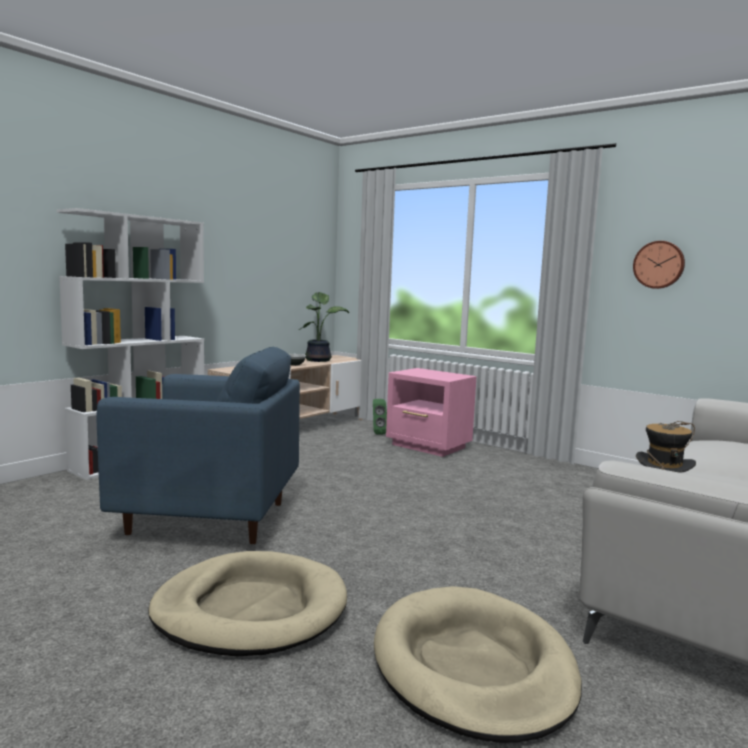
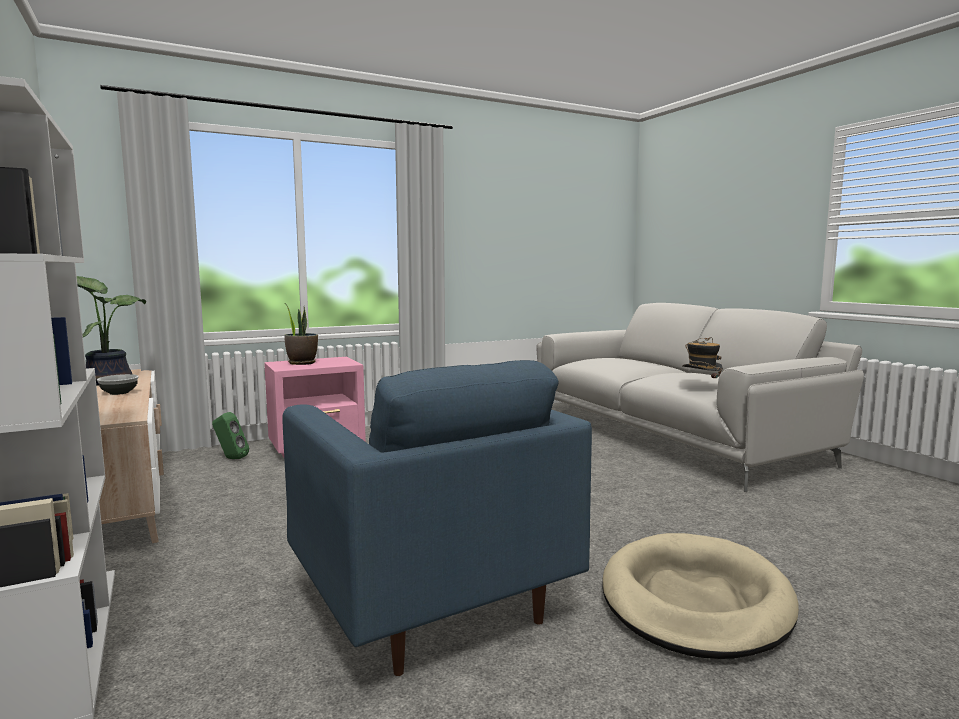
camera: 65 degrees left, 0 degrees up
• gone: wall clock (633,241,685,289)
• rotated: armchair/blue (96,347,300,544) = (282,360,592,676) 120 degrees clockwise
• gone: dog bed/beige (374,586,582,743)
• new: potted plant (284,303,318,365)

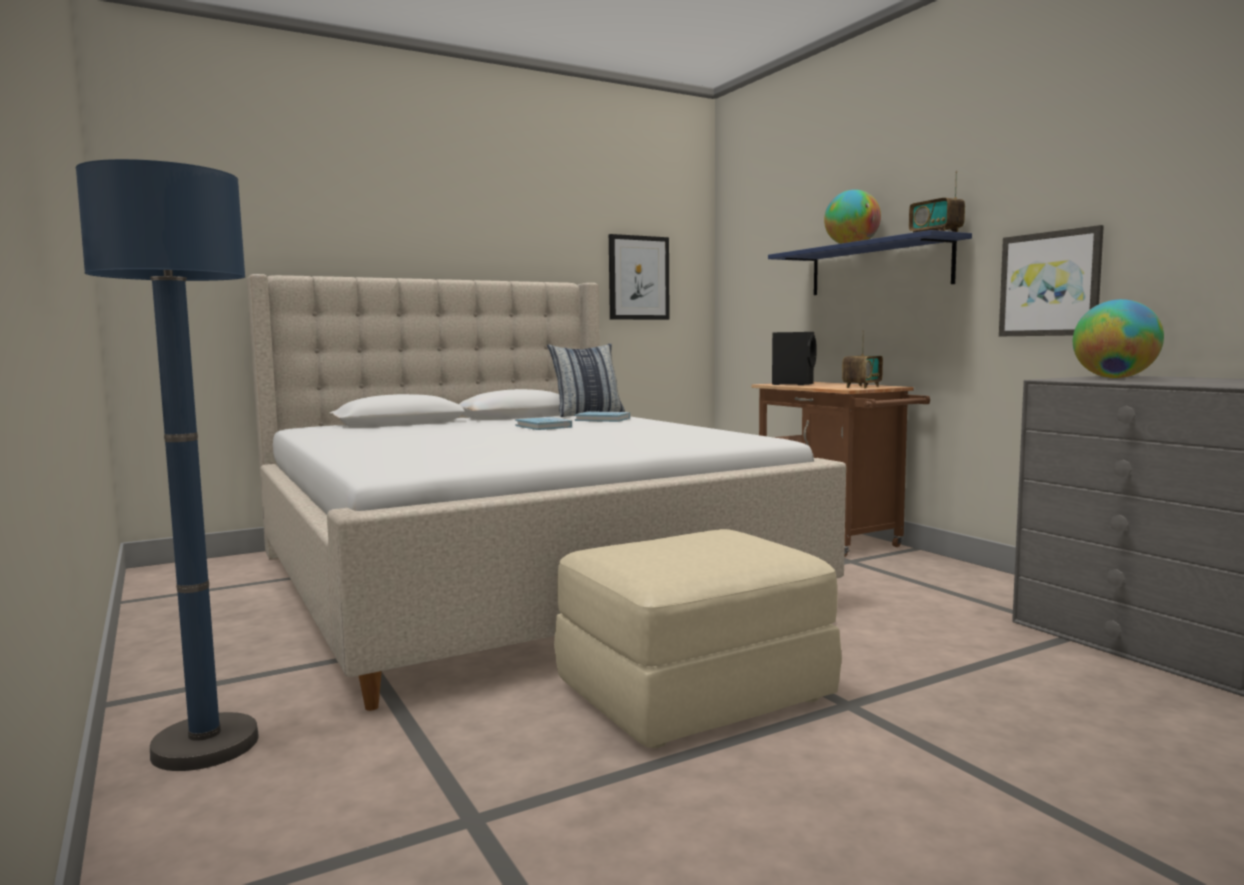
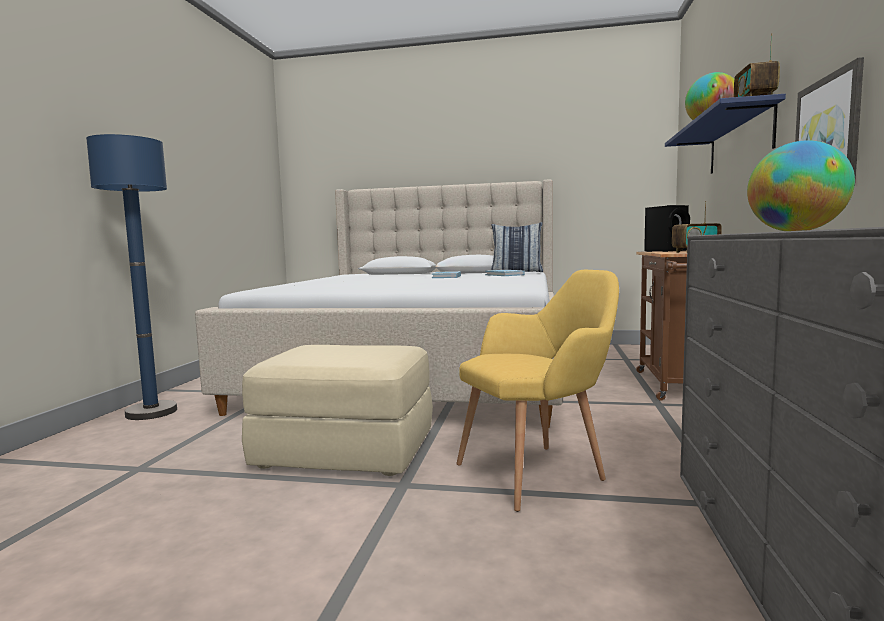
camera: 40 degrees right, 0 degrees up
• gone: picture (609,234,670,320)
• new: armchair/yellow (457,270,619,512)

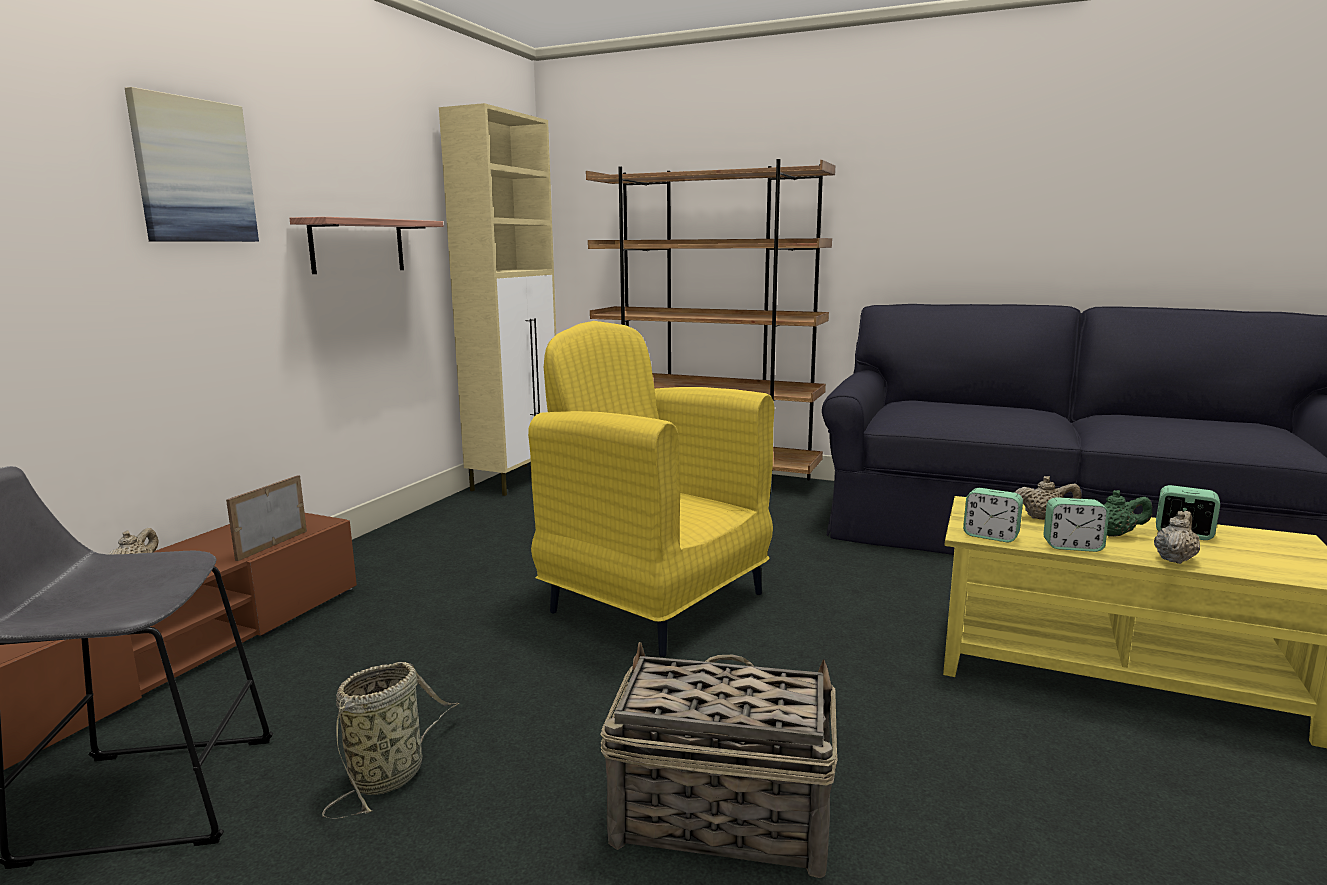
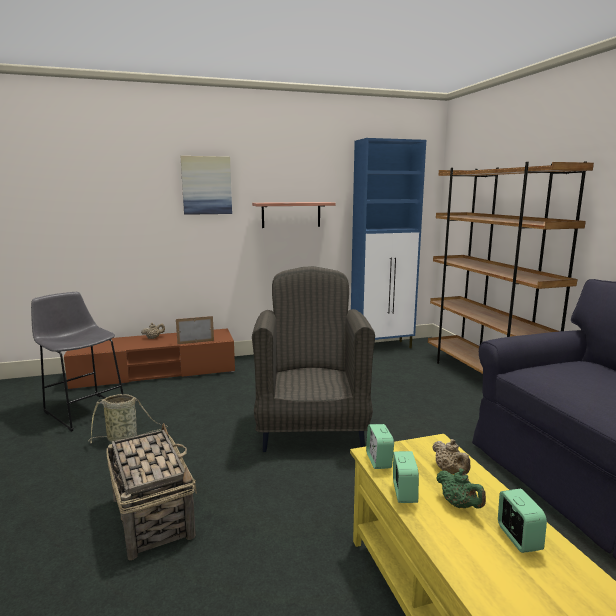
camera: 50 degrees right, 0 degrees up
• repainted: cabinet/beige (439,103,556,496) to cabinet/blue (351,138,426,348)
• repainted: armchair/yellow (528,321,774,657) to armchair/grey (252,266,375,452)
• rotated: alarm clock (1043,497,1109,552) = (393,451,419,503) 150 degrees counterclockwise
• gone: teapot/beige (1154,511,1200,564)

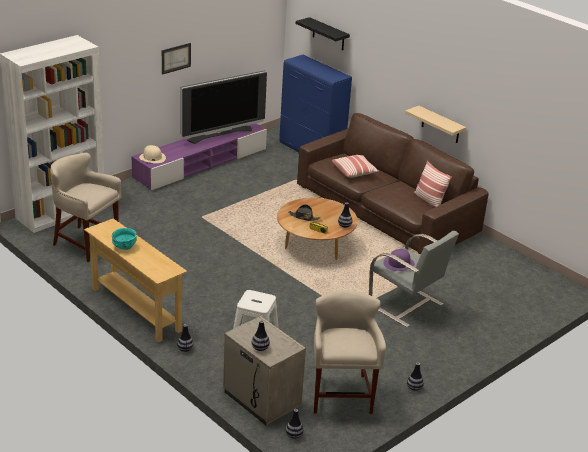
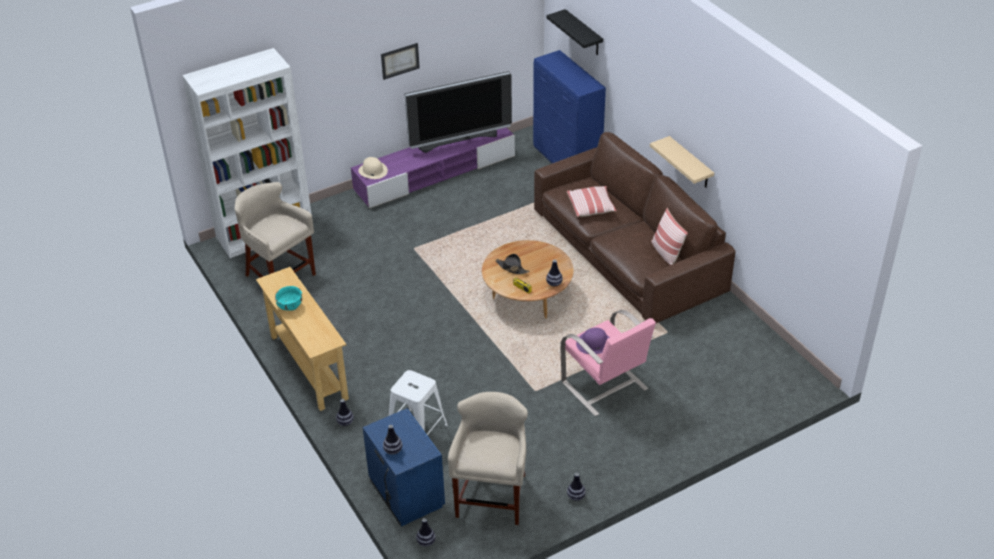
camera: 15 degrees right, 10 degrees up
• repainted: armchair/grey (369,231,459,327) to armchair/pink (561,310,656,416)
• repainted: nightstand/beige (223,316,306,426) to nightstand/blue (363,408,445,526)

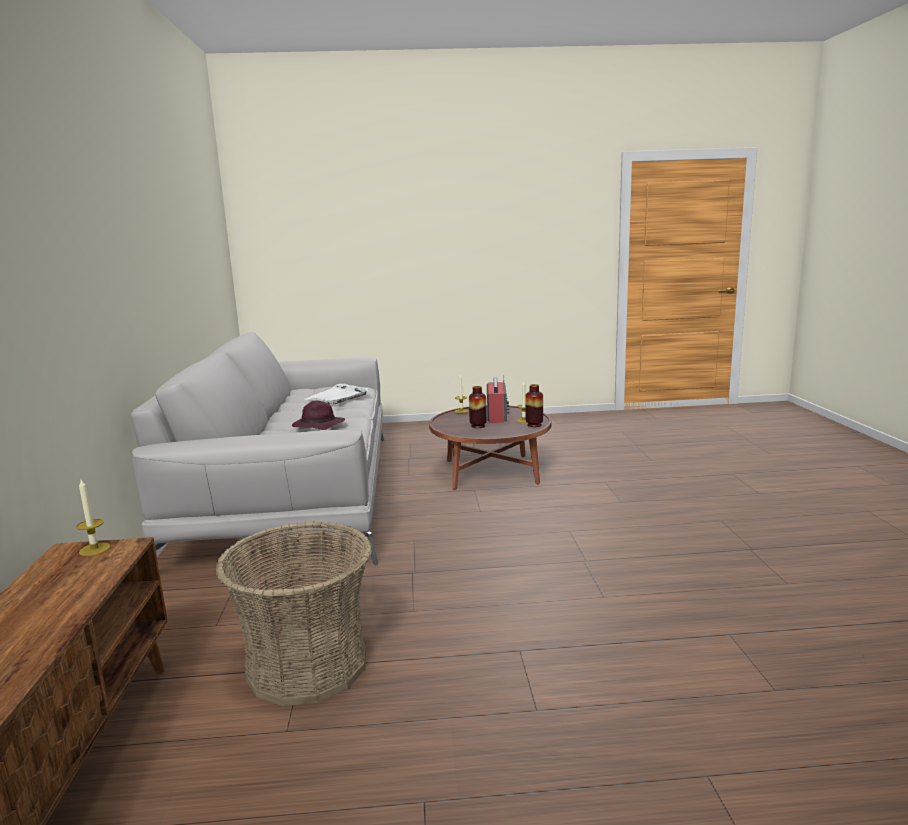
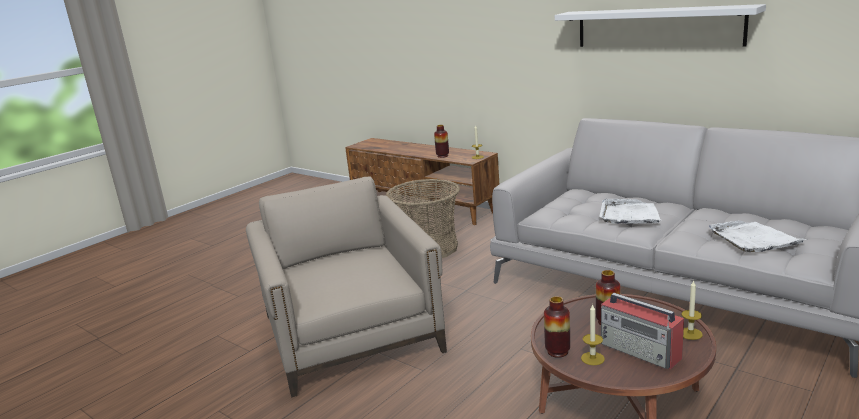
camera: 135 degrees right, 5 degrees up
• swapped: hat/purple (292,401,345,430) to tray/white (599,199,661,224)
• new: shelf/white (555,4,766,47)
• new: vase (434,125,449,158)
• new: armchair/beige (246,177,447,398)

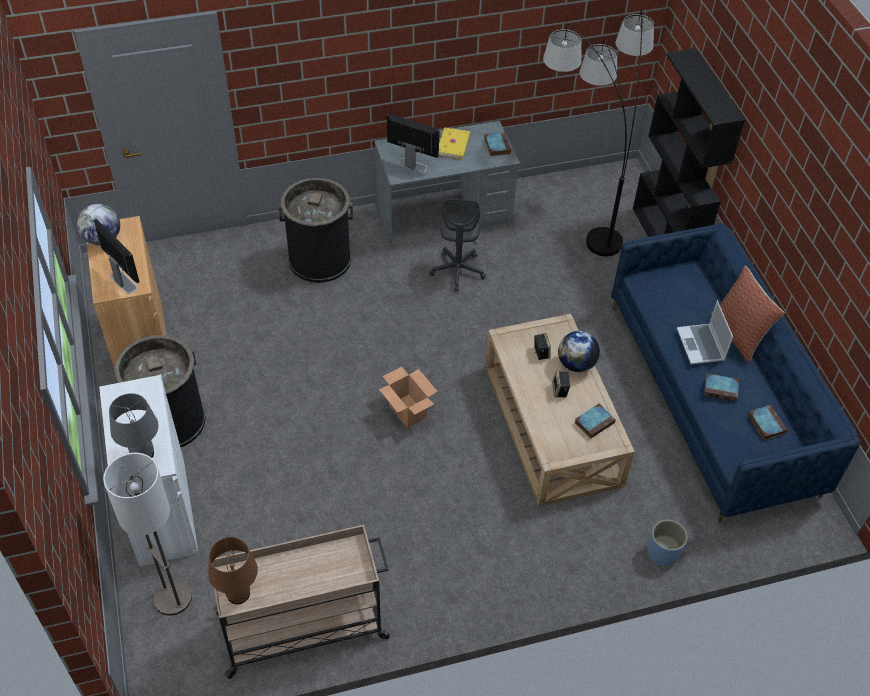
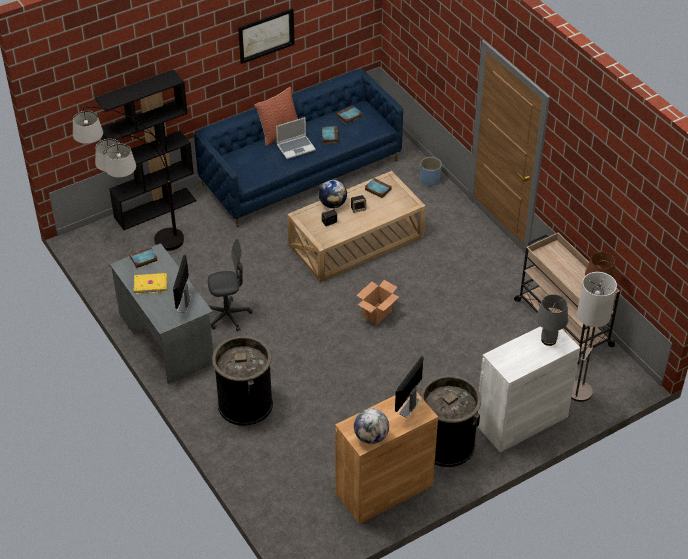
camera: 105 degrees left, 5 degrees down
• new: picture (238,8,295,64)

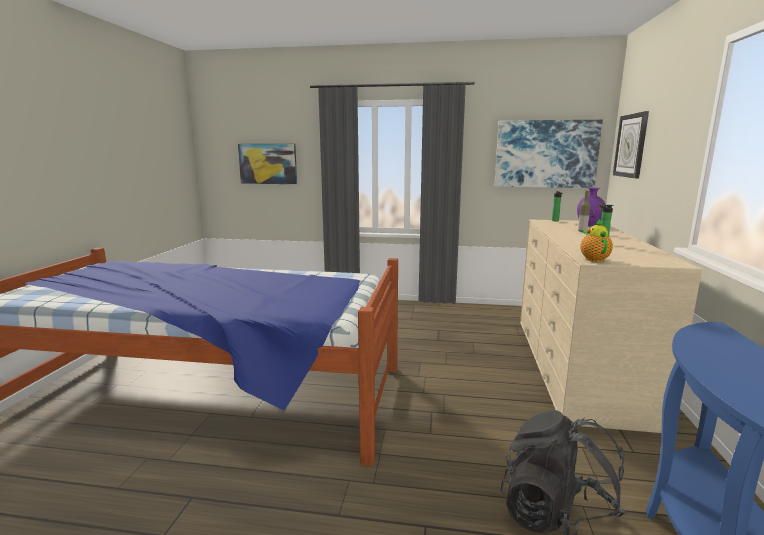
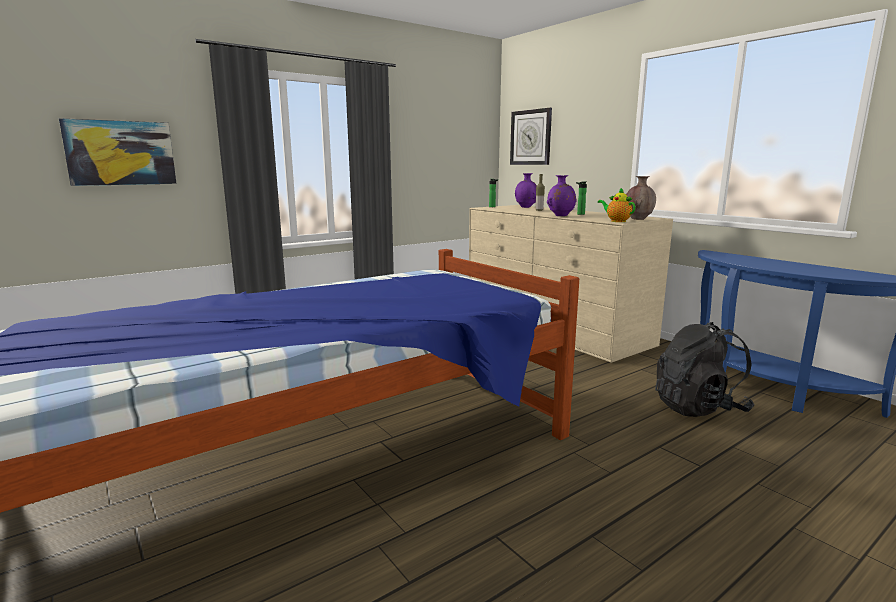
camera: 45 degrees left, 0 degrees up
• gone: picture (495,120,603,188)
• new: vase/purple (547,175,577,216)
• new: vase/brown (626,176,656,220)

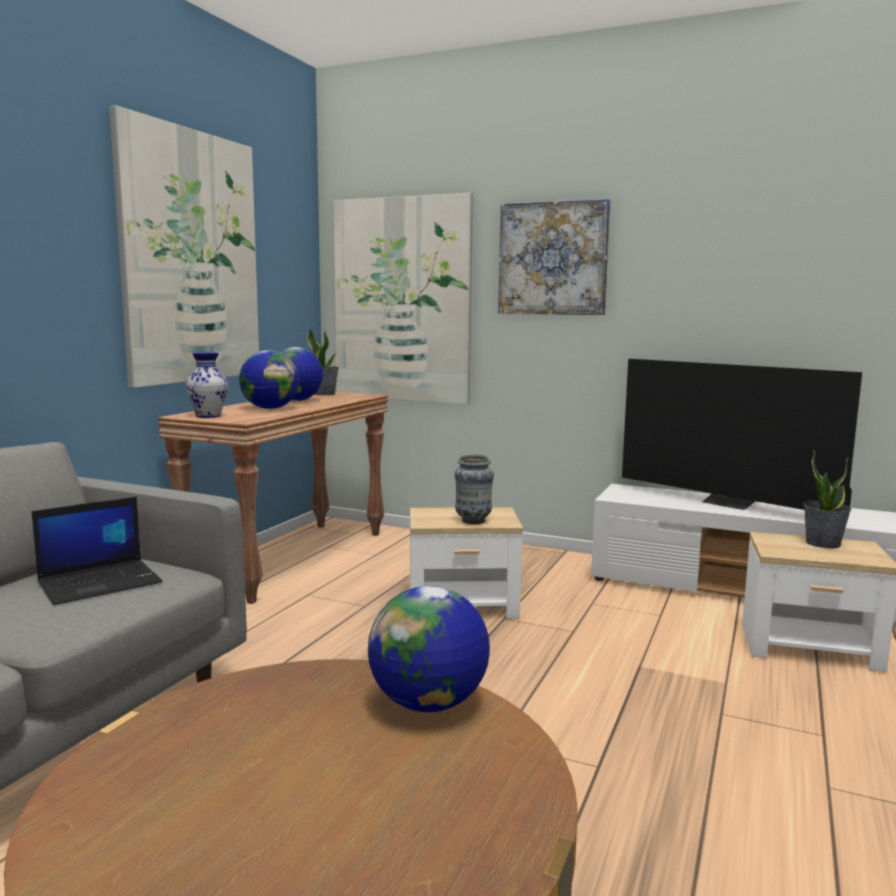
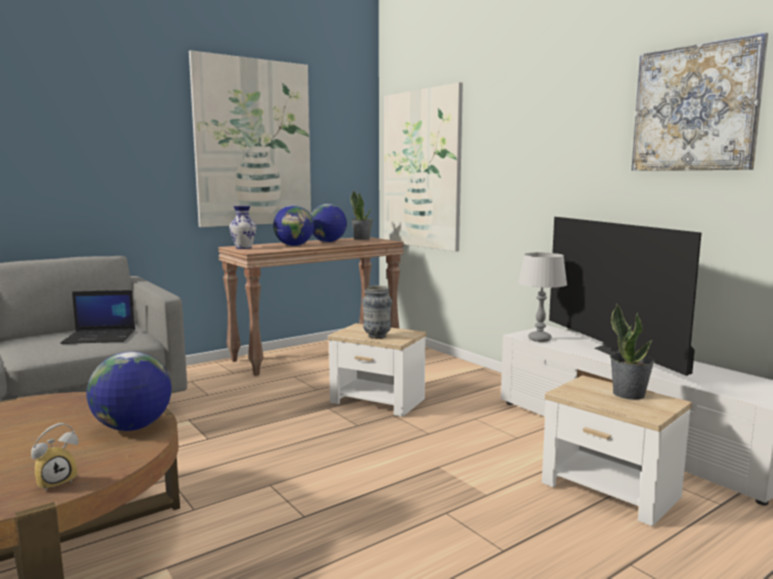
camera: 30 degrees right, 0 degrees up
• shifted: picture (498,198,611,315) to (632,32,768,171)
• new: table lamp/grey (518,252,567,342)
• new: alarm clock (31,423,78,492)

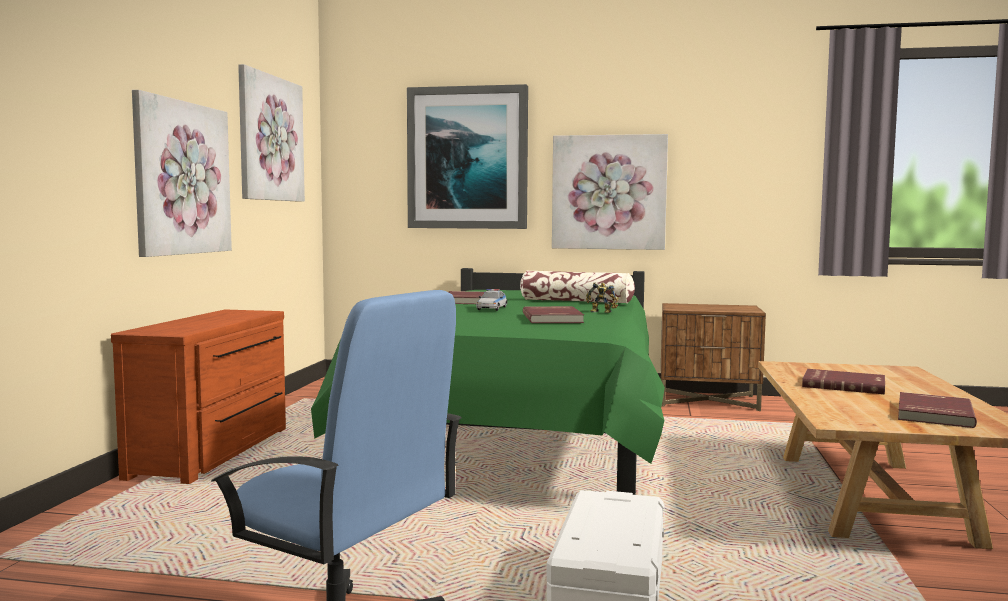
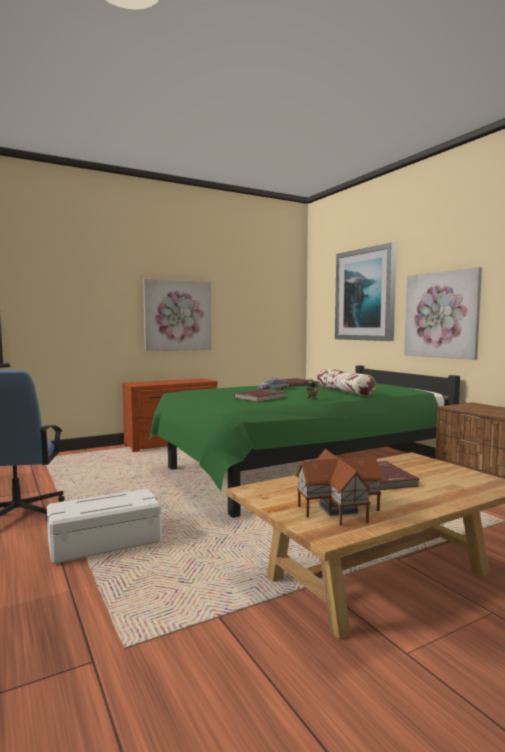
camera: 50 degrees right, 0 degrees up
• gone: picture (238,64,305,202)
• swapped: book/red (898,392,977,428) to toy house (295,449,383,525)

